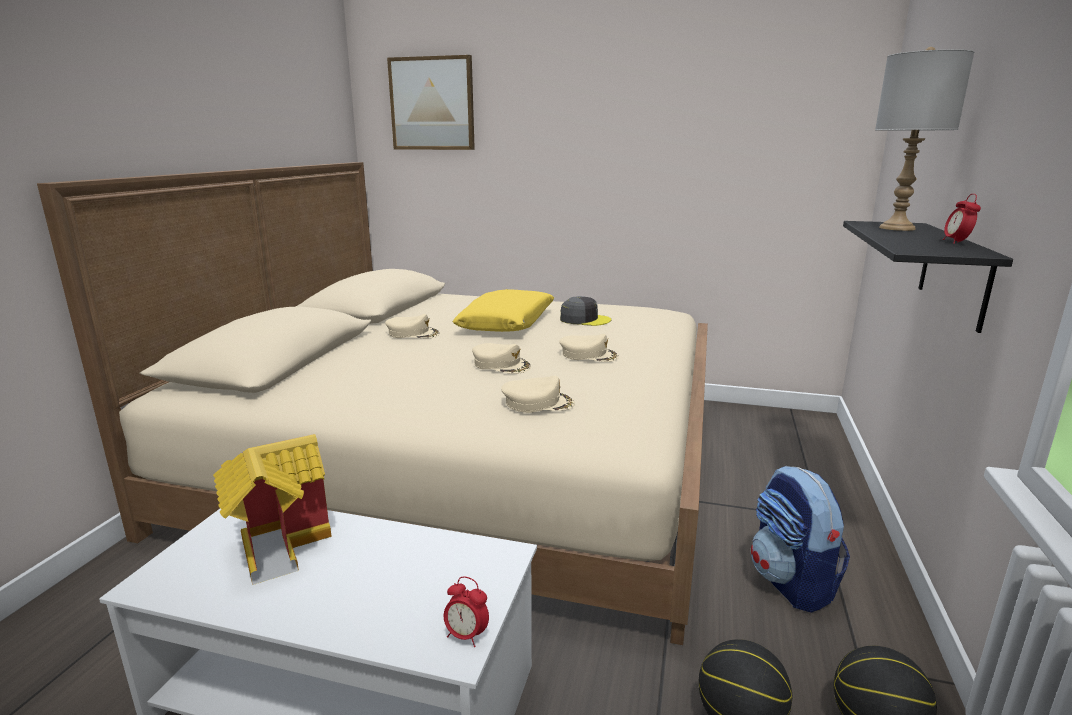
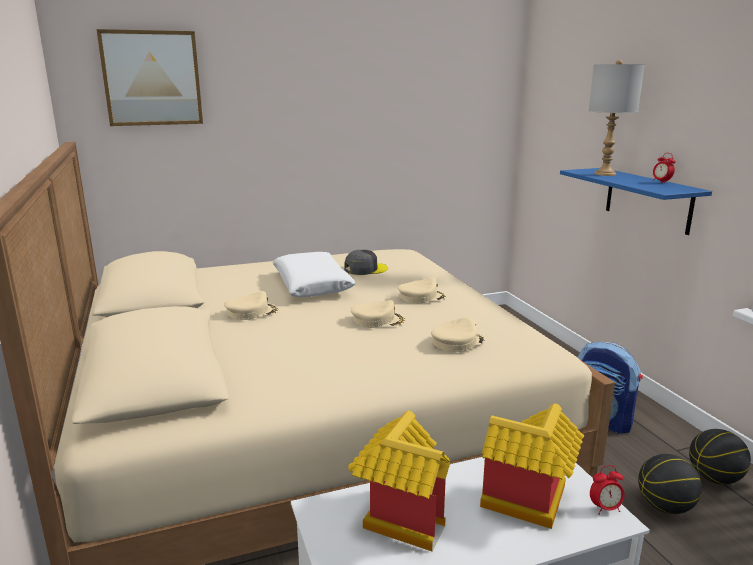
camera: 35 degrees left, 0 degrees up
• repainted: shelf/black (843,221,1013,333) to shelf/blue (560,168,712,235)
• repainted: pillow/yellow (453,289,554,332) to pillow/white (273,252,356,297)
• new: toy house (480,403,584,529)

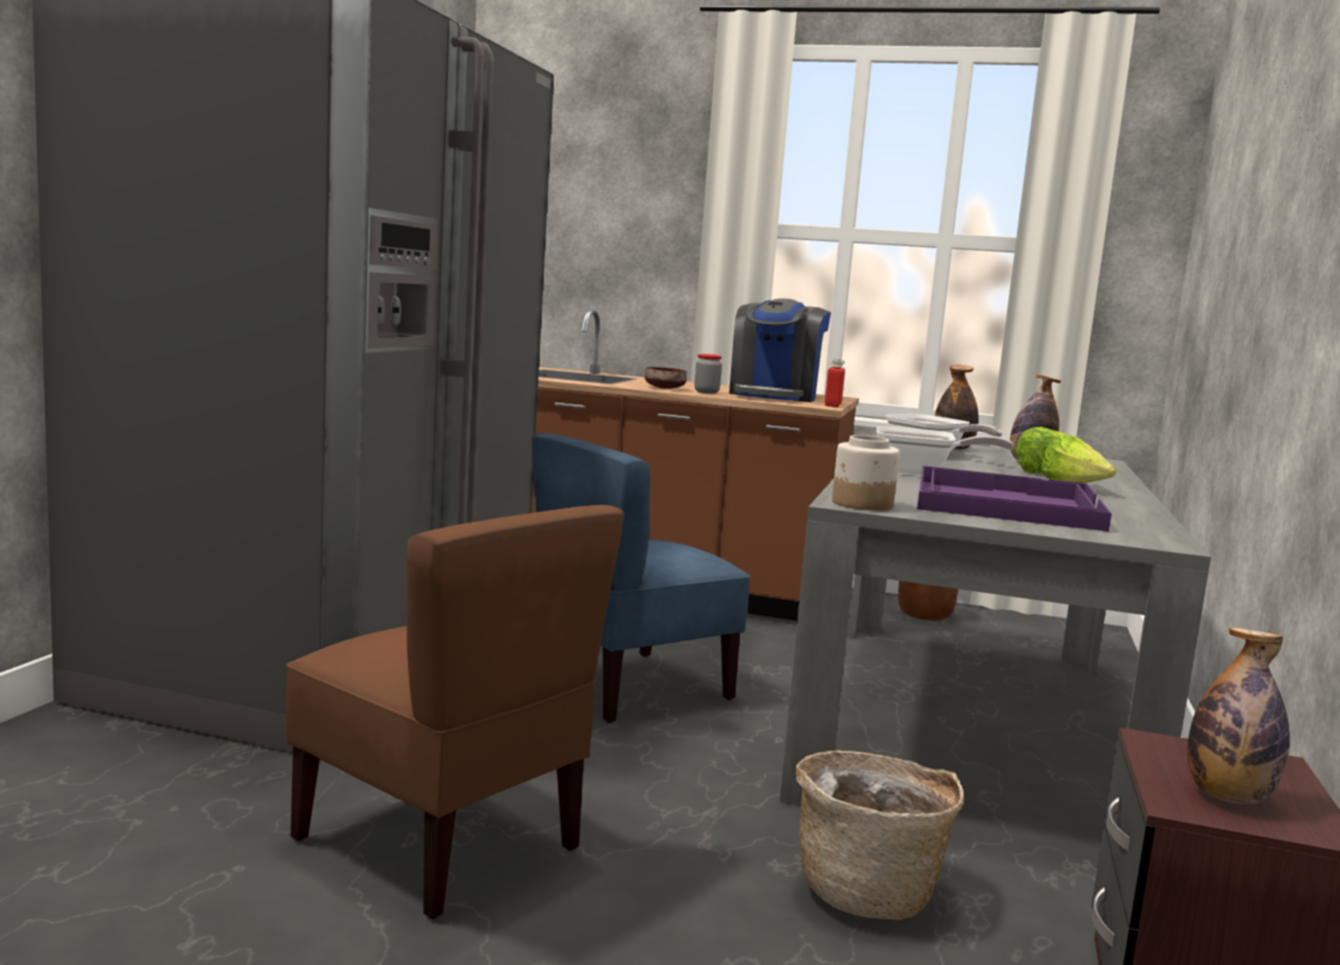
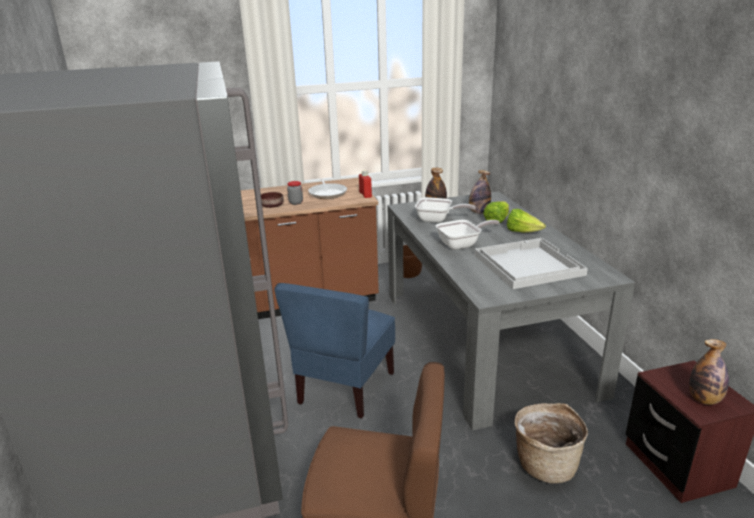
camera: 30 degrees left, 15 degrees up
• swapped: coffee machine (729,299,831,402) to frying pan (308,179,347,199)
• gone: jar (832,435,900,510)
• repainted: tray/purple (917,466,1112,532) to tray/white (474,238,588,289)

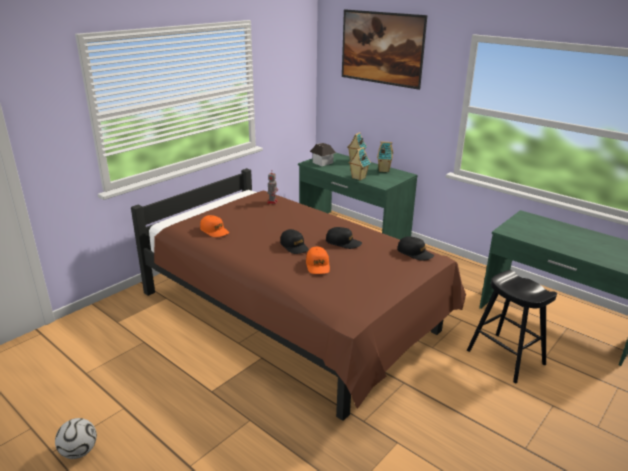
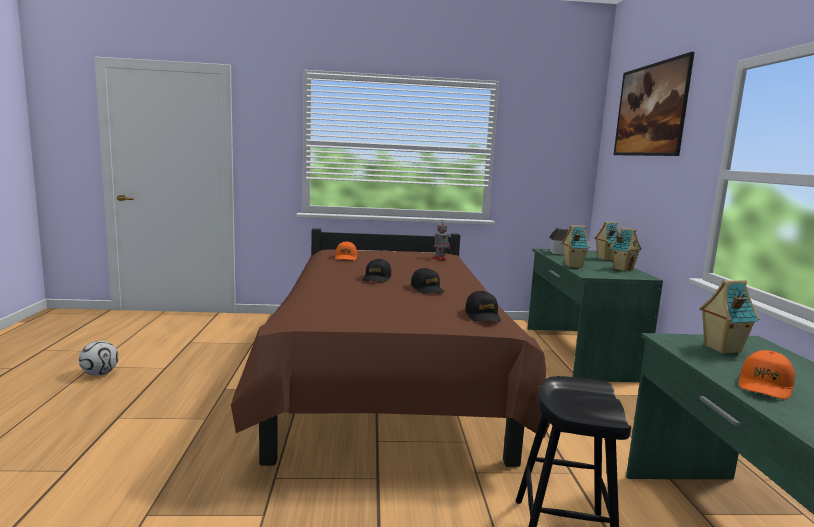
camera: 45 degrees right, 15 degrees down
• shifted: cap/orange (306,246,330,274) to (739,350,795,399)
• new: toy house (699,280,760,354)

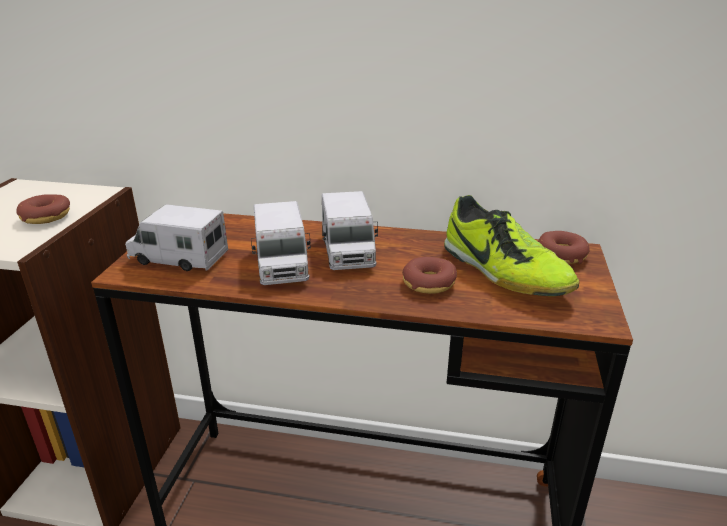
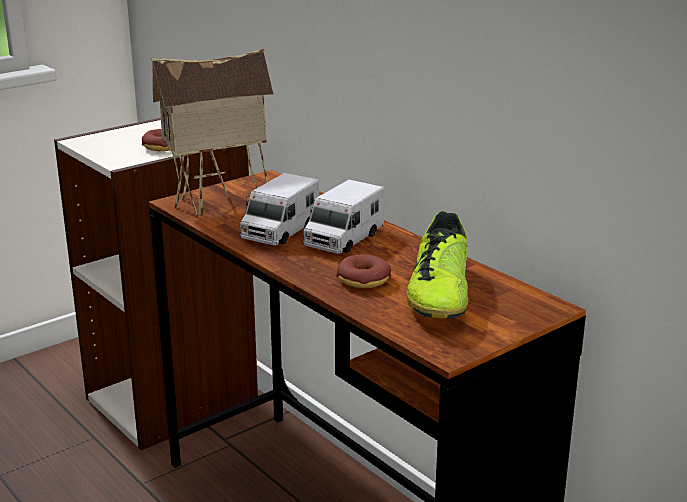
camera: 40 degrees right, 5 degrees down
• swapped: toy truck (125,204,228,271) to toy house (151,49,274,216)
• gone: donut (538,231,590,264)

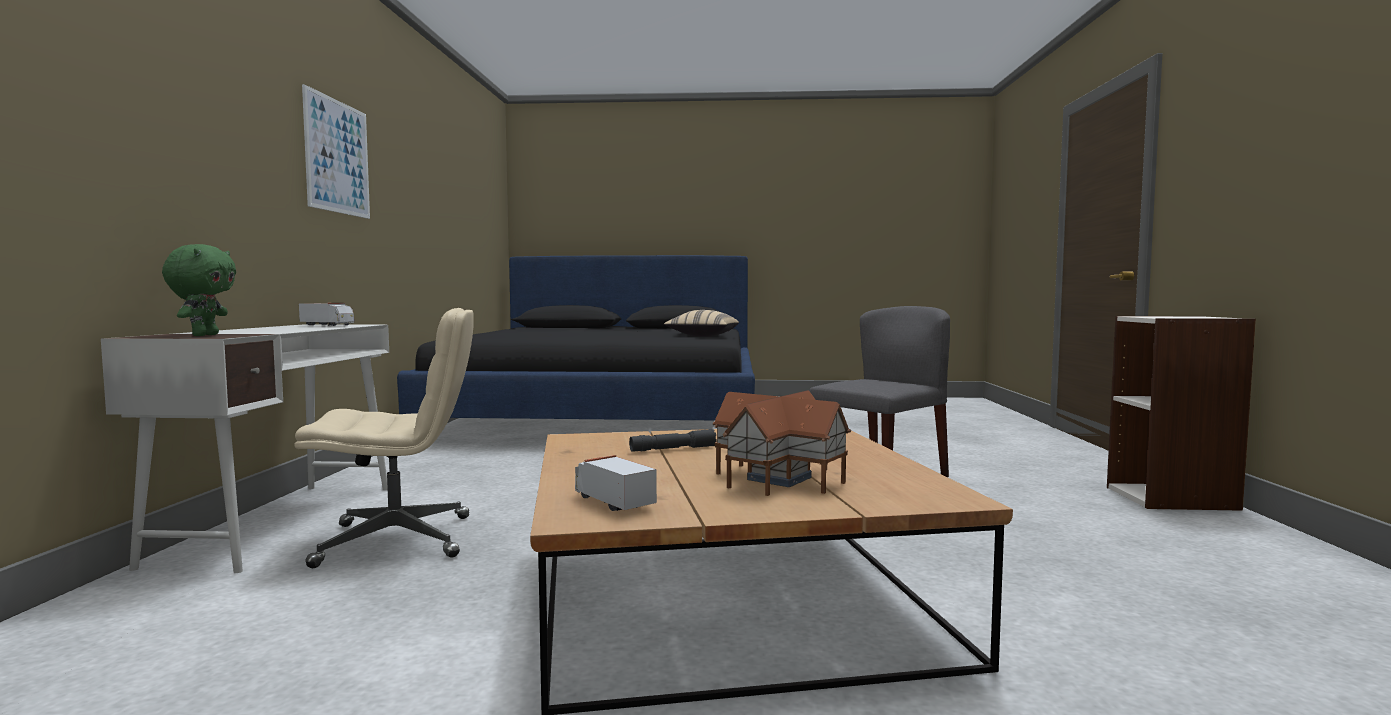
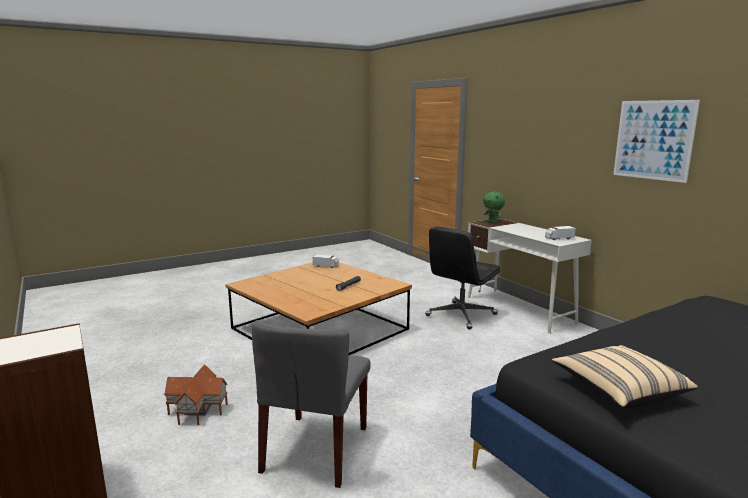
camera: 145 degrees right, 10 degrees up
• repainted: office chair/beige (294,308,474,568) to office chair/black (425,226,500,329)
• shifted: toy house (713,390,851,496) to (164,364,228,425)

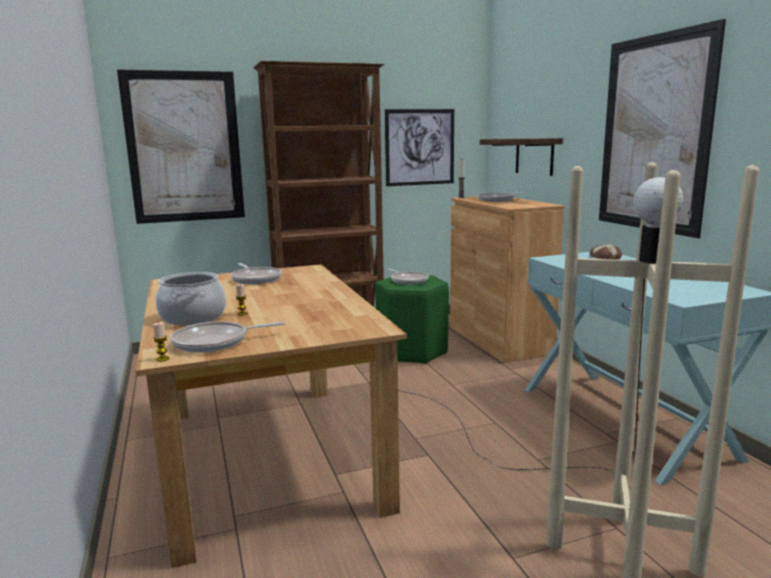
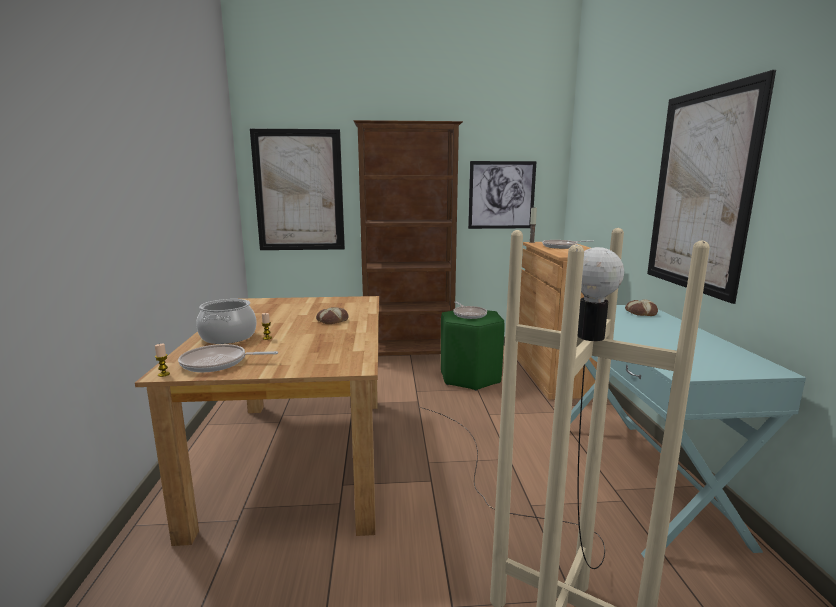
camera: 15 degrees right, 0 degrees up
• gone: shelf (480,138,563,176)
• gone: frying pan (231,263,282,284)
• new: bread (316,307,349,324)

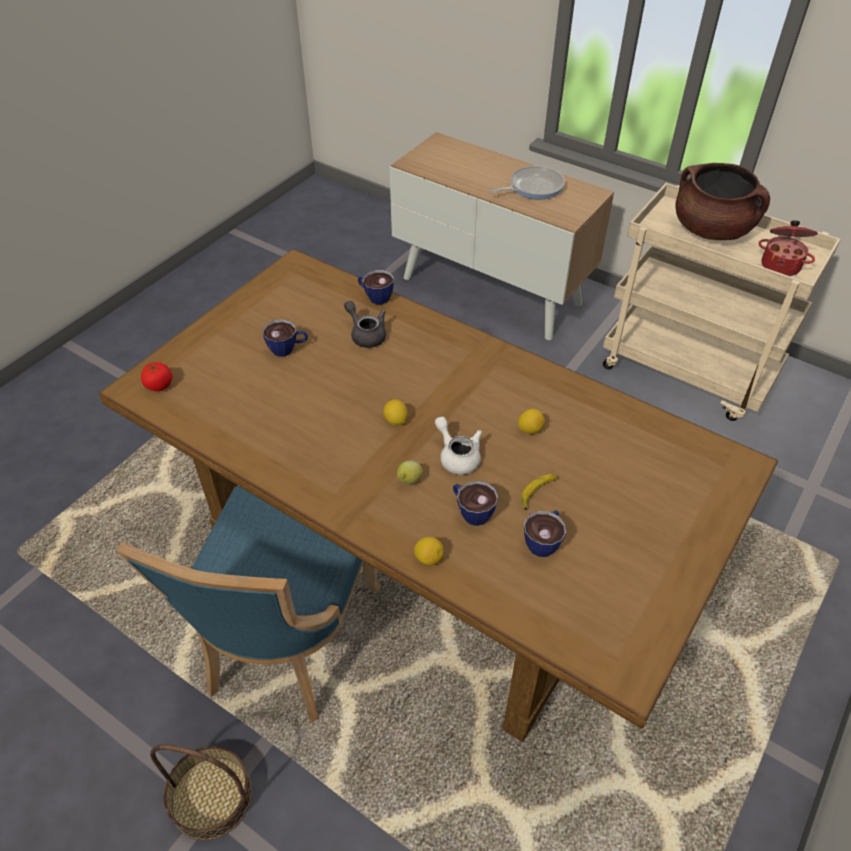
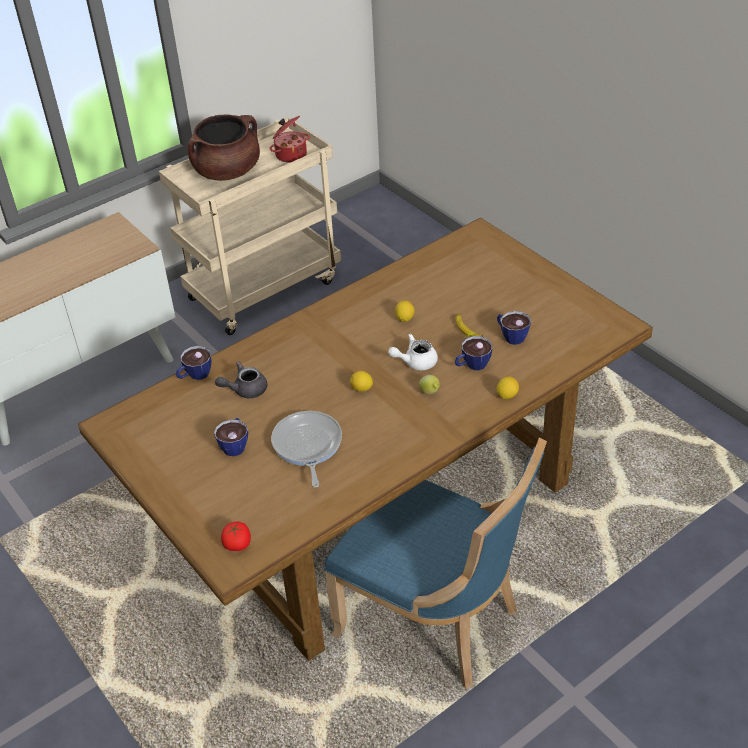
camera: 70 degrees left, 5 degrees down
• shifted: frying pan (490,166,565,199) to (271,411,342,487)
• gone: basket (150,744,252,841)

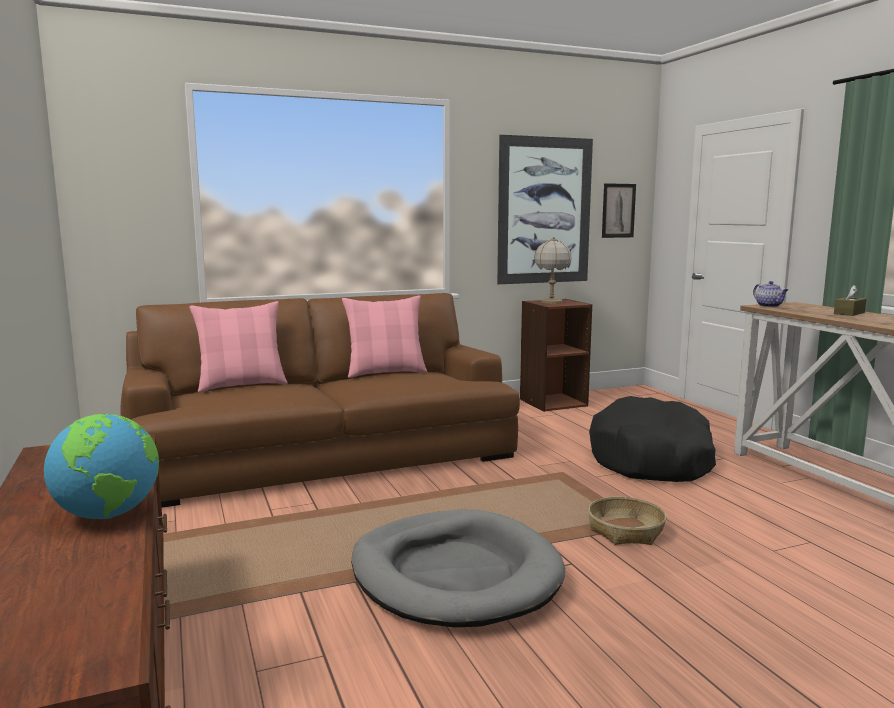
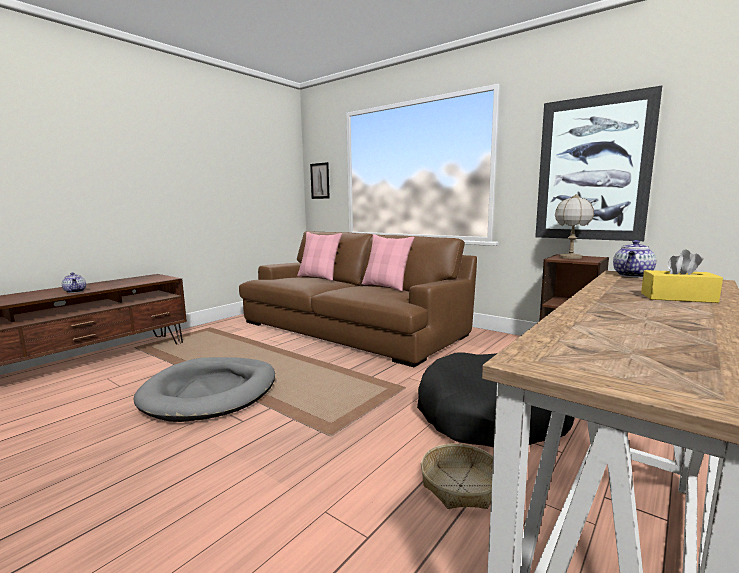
camera: 60 degrees right, 0 degrees up
• shifted: picture (602,183,636,238) to (310,162,330,199)
• repainted: tissue box/brown (834,285,866,316) to tissue box/yellow (641,249,723,303)
• swapped: globe (44,414,159,519) to teapot (62,272,86,293)
• shifted: basket (588,497,667,545) to (421,443,493,509)

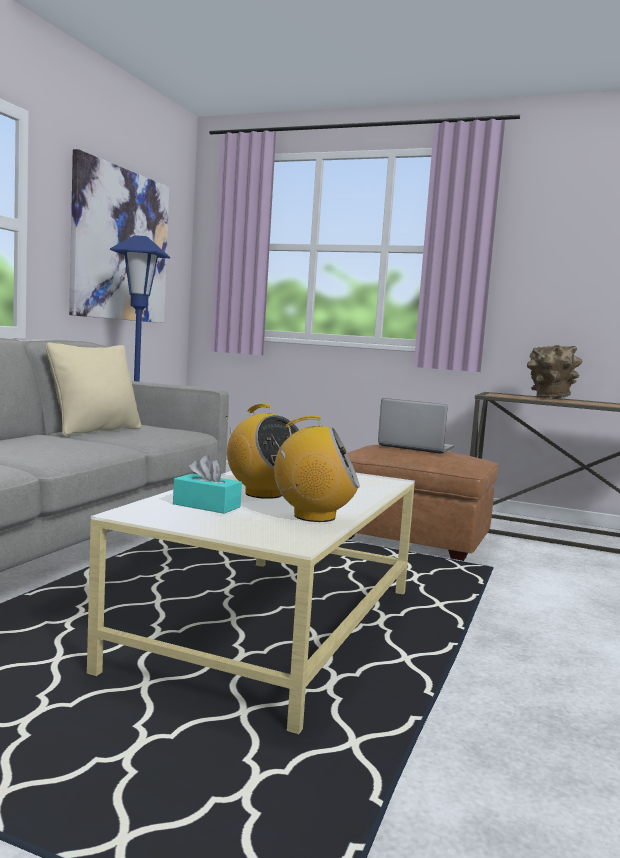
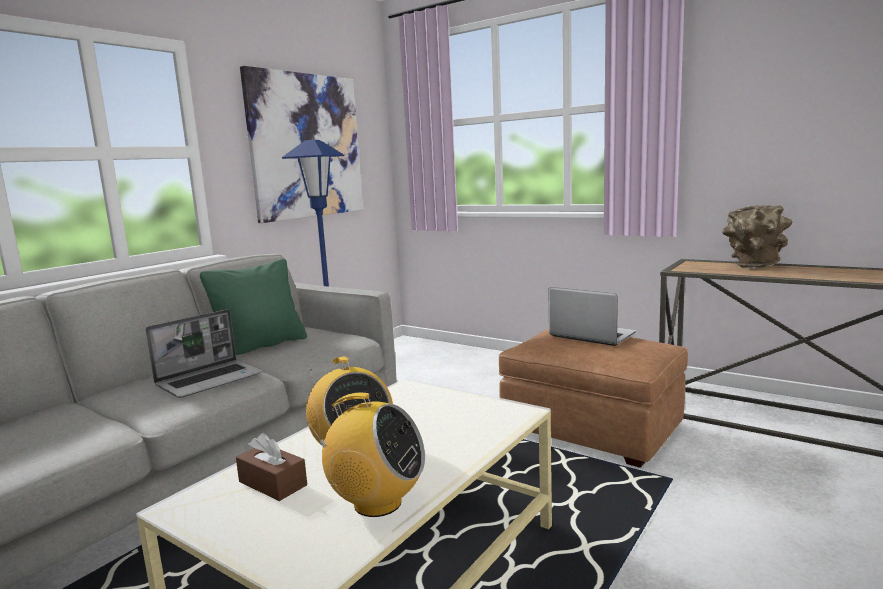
camera: 15 degrees right, 5 degrees up
• repainted: pillow/beige (46,343,141,435) to pillow/green (200,259,307,355)
• repainted: tissue box/turquoise (173,455,242,514) to tissue box/brown (236,433,307,501)
• new: laptop (146,309,263,398)

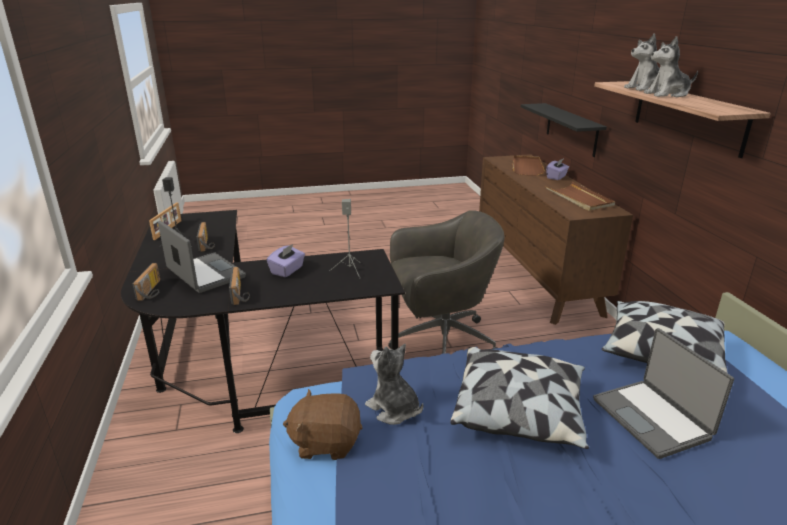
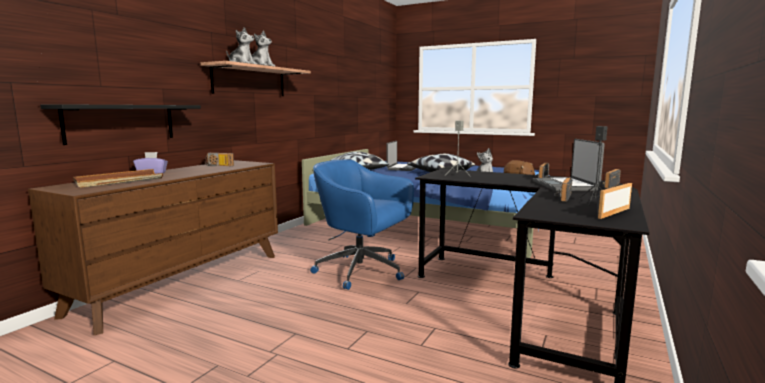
camera: 140 degrees left, 15 degrees down
• swapped: tray/brown (545,182,615,211) to radio (205,153,234,166)
• repainted: office chair/grey (388,210,505,354) to office chair/blue (310,160,414,290)
• gone: tissue box/purple (267,244,305,277)

